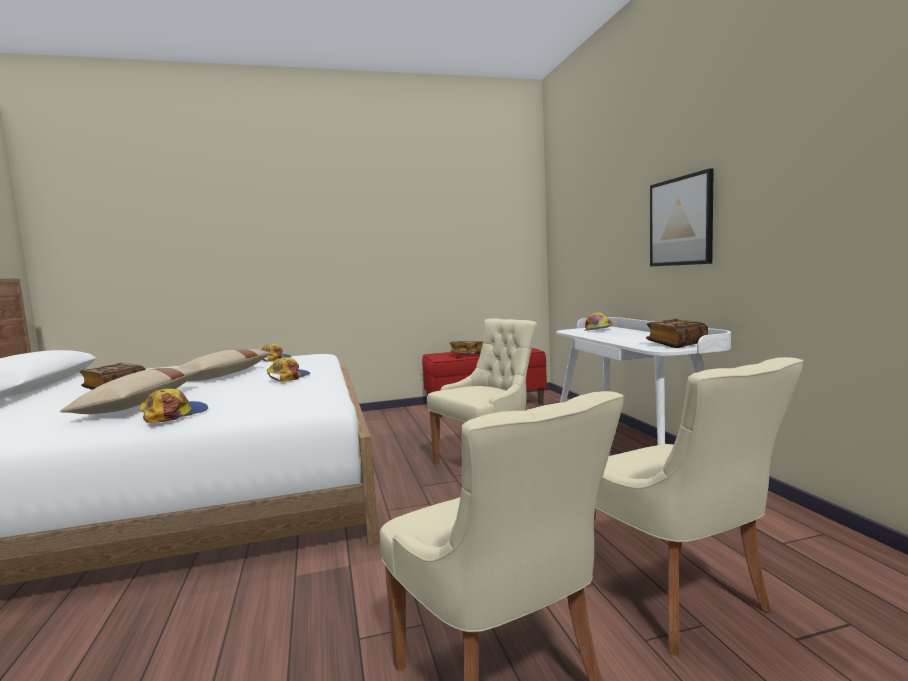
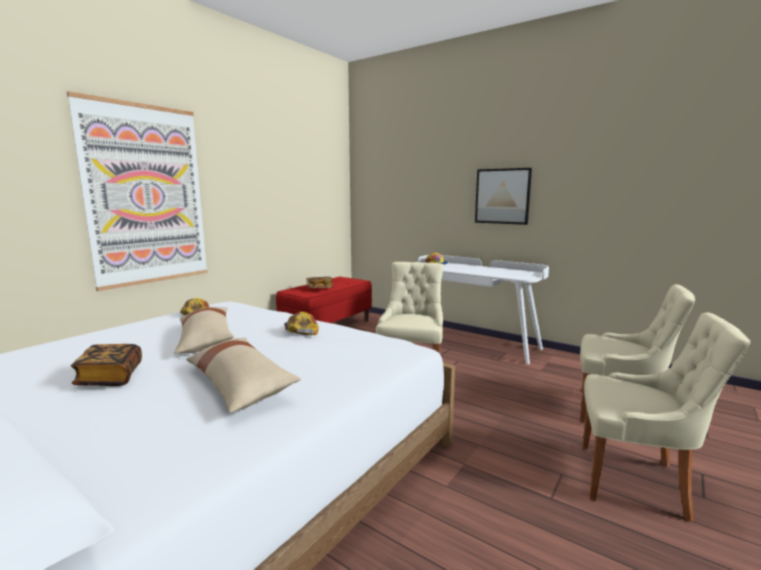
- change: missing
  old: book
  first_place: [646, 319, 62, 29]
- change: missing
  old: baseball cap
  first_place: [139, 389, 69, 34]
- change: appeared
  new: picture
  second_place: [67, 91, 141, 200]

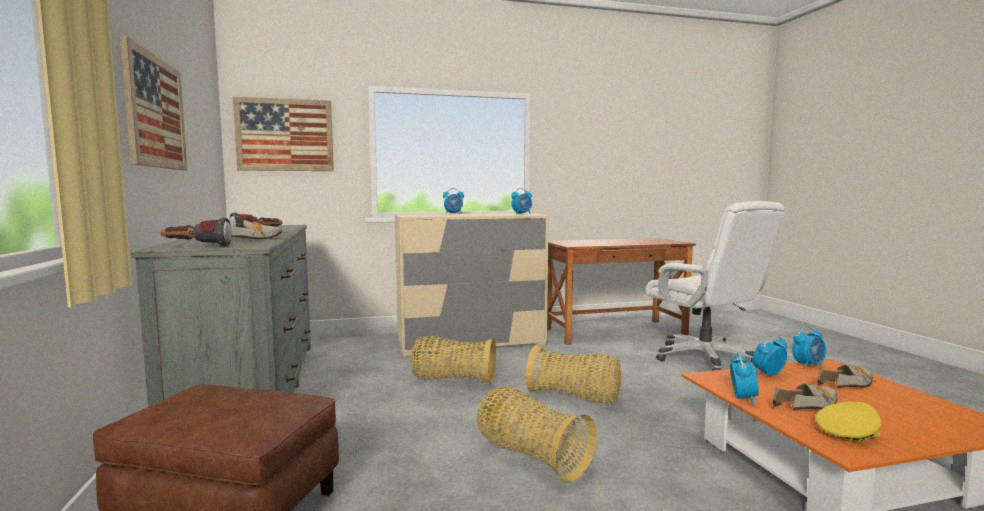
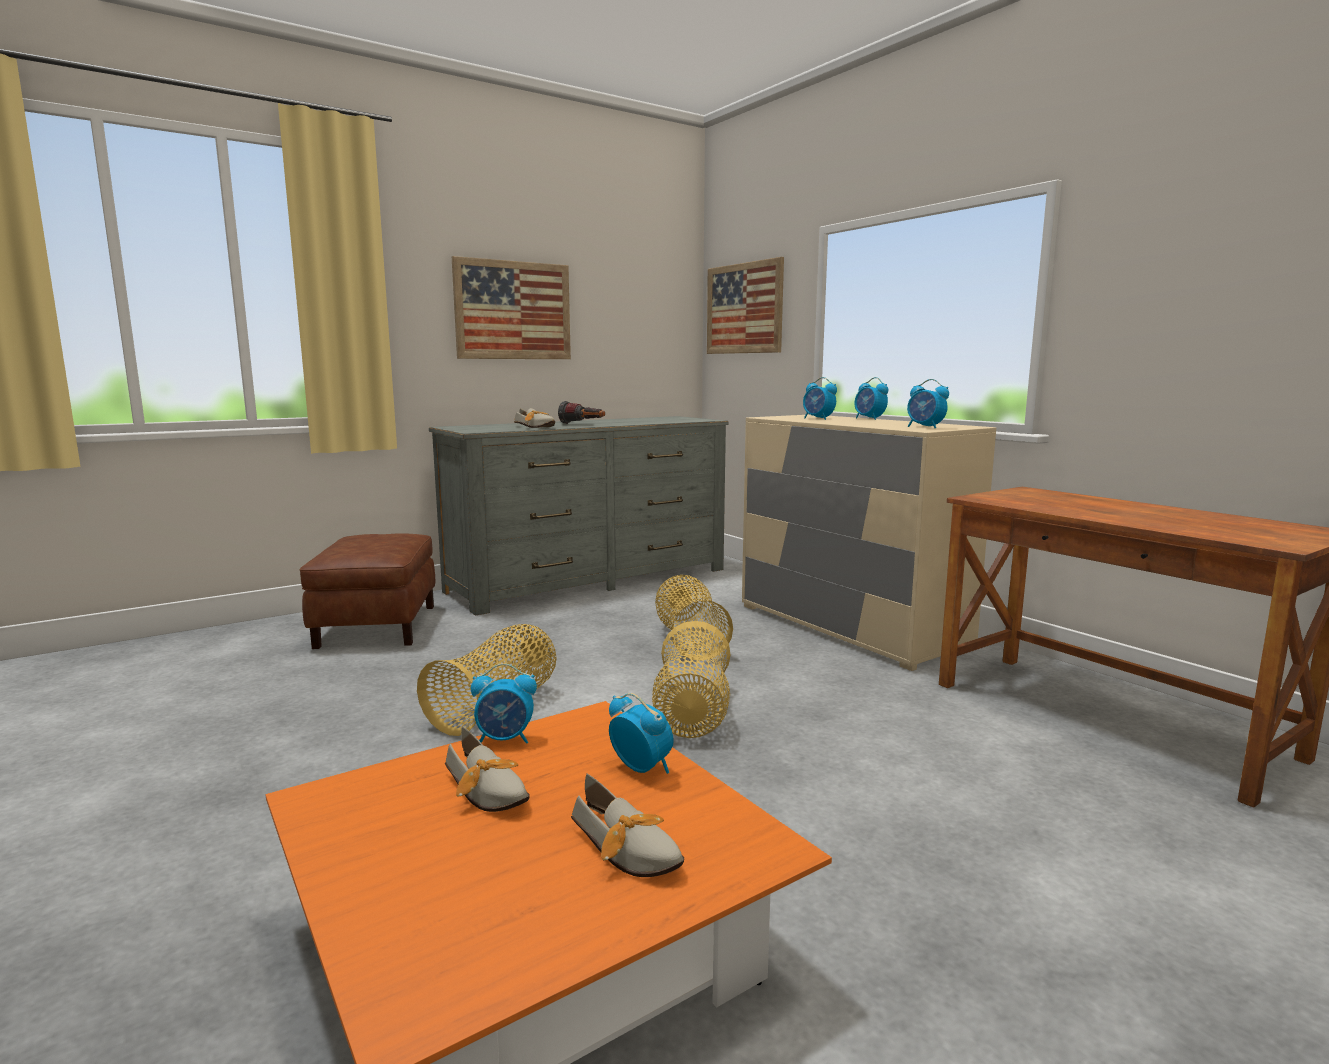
- change: missing
  old: whitish office chair
  first_place: [646, 201, 139, 170]
- change: missing
  old: torch
  first_place: [161, 218, 71, 28]
- change: relocated
  old: bedside clock
  first_place: [792, 326, 34, 43]
  second_place: [803, 377, 34, 43]
- change: missing
  old: yellowish baseball cap
  first_place: [816, 402, 66, 40]

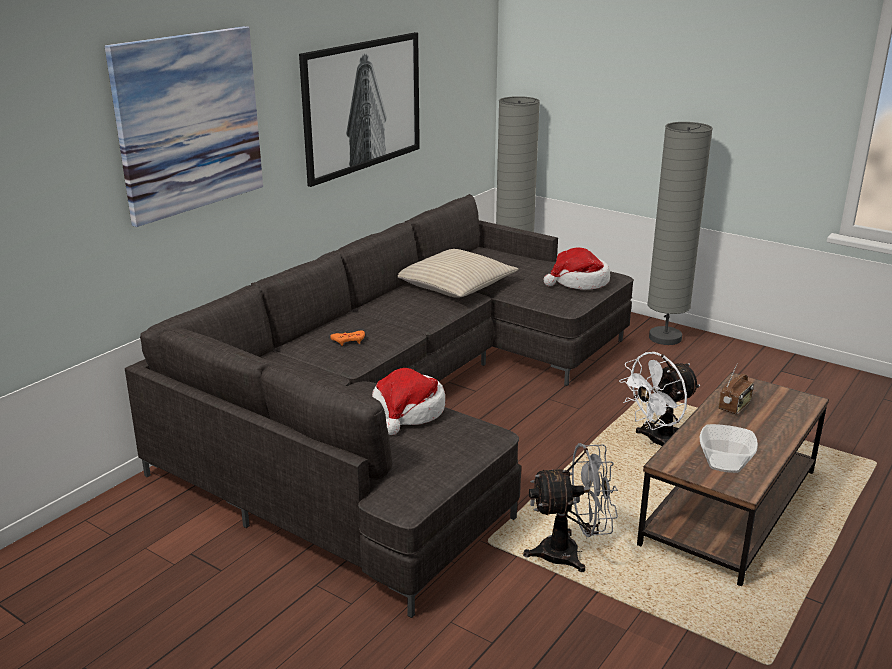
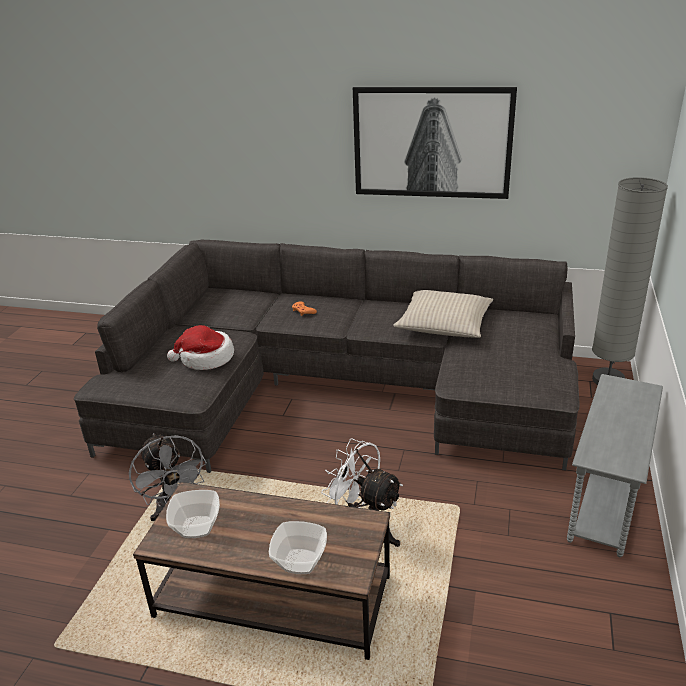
- change: missing
  old: picture
  first_place: [105, 26, 158, 201]
- change: exchanged
  old: gray standard lamp
  new: gray end table
  first_place: [647, 122, 66, 223]
  second_place: [567, 374, 96, 183]
- change: missing
  old: wearable hat
  first_place: [544, 247, 66, 43]
- change: missing
  old: radio receiver
  first_place: [719, 364, 35, 51]
- change: appeared
  new: serving bowl
  second_place: [269, 521, 58, 53]

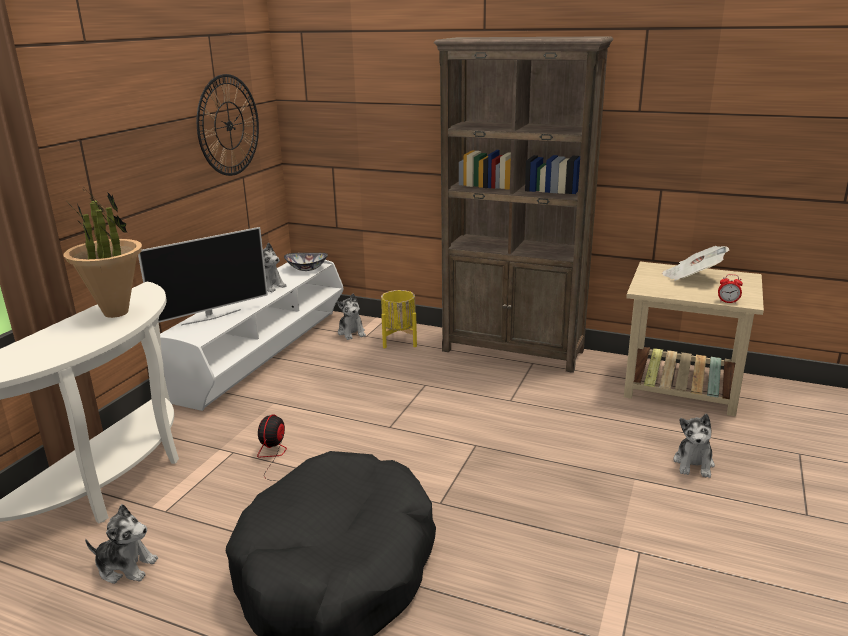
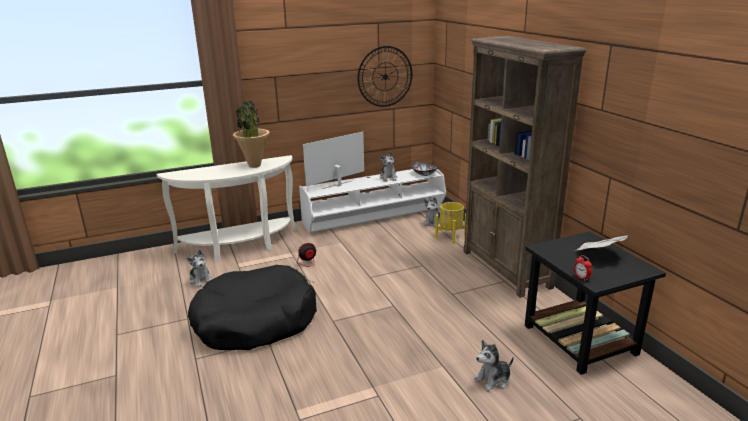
- change: spun
  old: television
  first_place: [138, 227, 130, 98]
  second_place: [303, 132, 61, 57]
  degrees: 135
- change: colour
  old: beige end table
  new: black-coloured end table
  first_place: [624, 262, 140, 155]
  second_place: [525, 231, 141, 144]

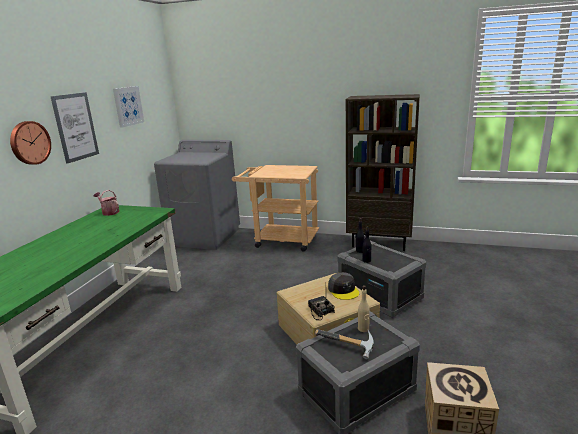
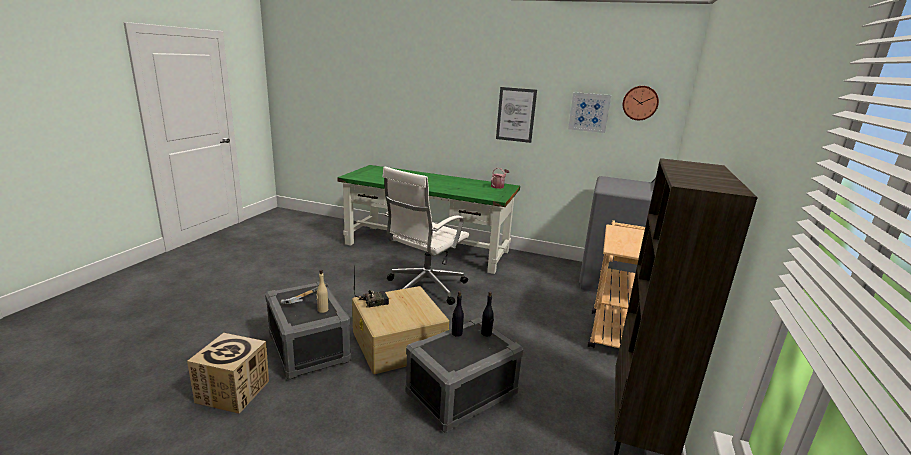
- change: relocated
  old: hanging clock
  first_place: [10, 121, 41, 44]
  second_place: [623, 86, 36, 34]
- change: missing
  old: gray baseball cap
  first_place: [328, 272, 31, 28]
- change: appeared
  new: whitish office chair
  second_place: [383, 167, 86, 138]

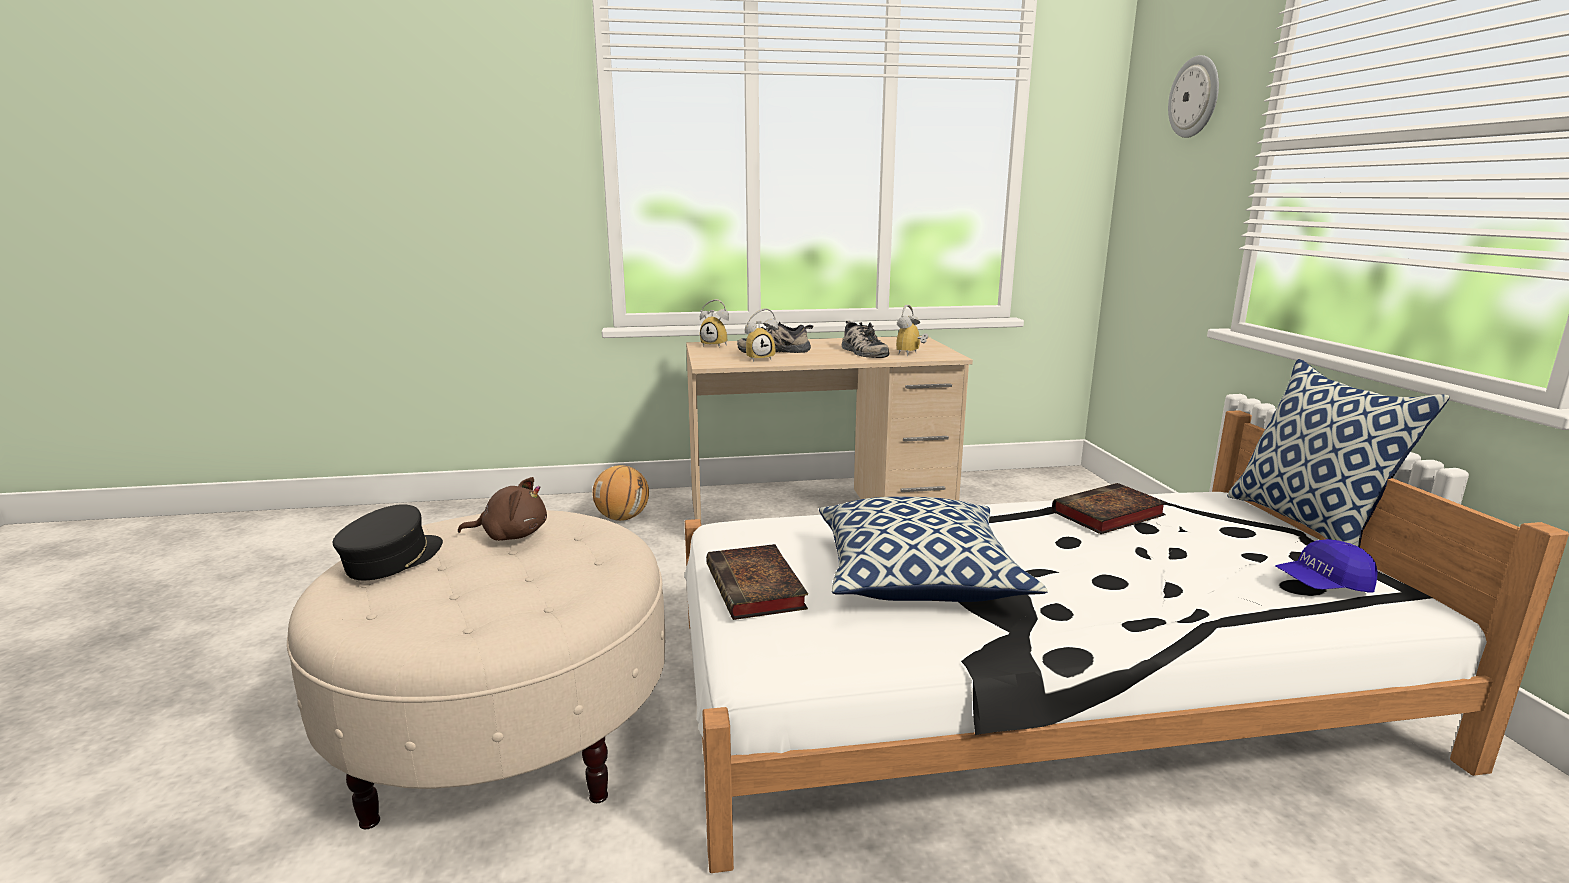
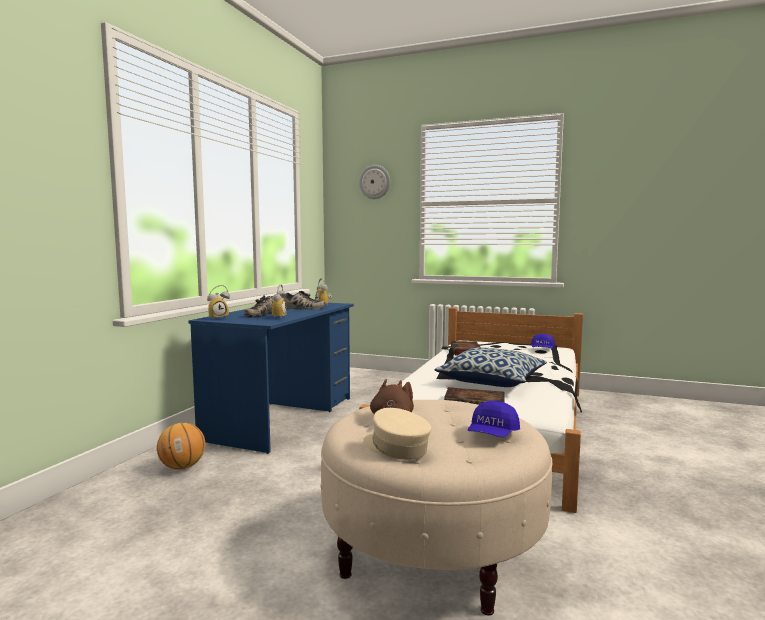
- change: colour
  old: beige desk unit
  new: blue-coloured desk unit
  first_place: [686, 336, 287, 184]
  second_place: [189, 303, 165, 151]
- change: missing
  old: throw pillow
  first_place: [1227, 359, 223, 189]
- change: colour
  old: black-coloured baseball cap
  new: beige baseball cap
  first_place: [333, 504, 110, 76]
  second_place: [363, 408, 69, 52]
- change: appeared
  new: blue-coloured baseball cap
  second_place: [468, 400, 52, 37]

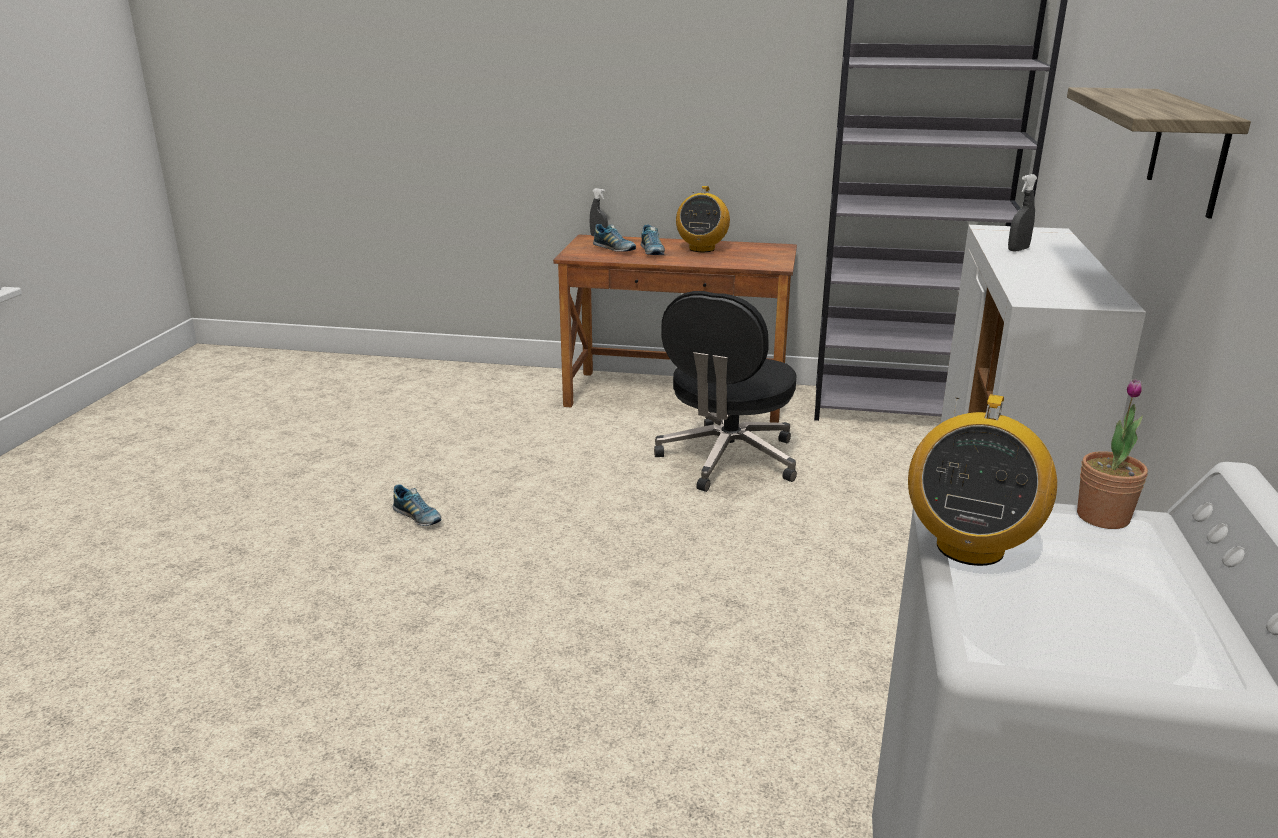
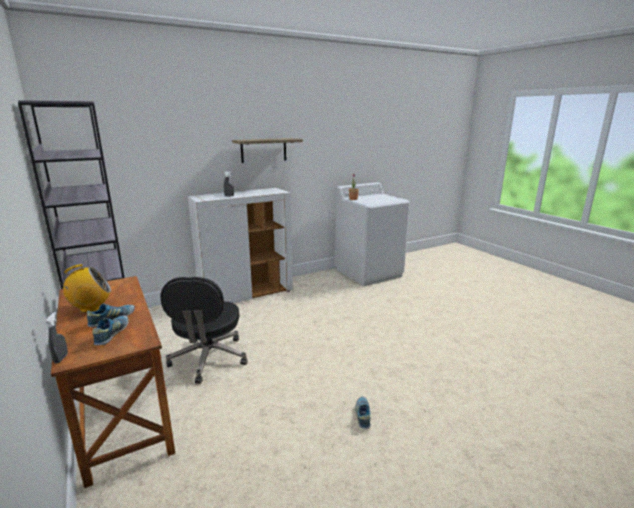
- change: spun
  old: black-coloured office chair
  first_place: [654, 291, 143, 201]
  second_place: [160, 277, 88, 107]
  degrees: 105
- change: missing
  old: radio receiver
  first_place: [908, 394, 149, 172]

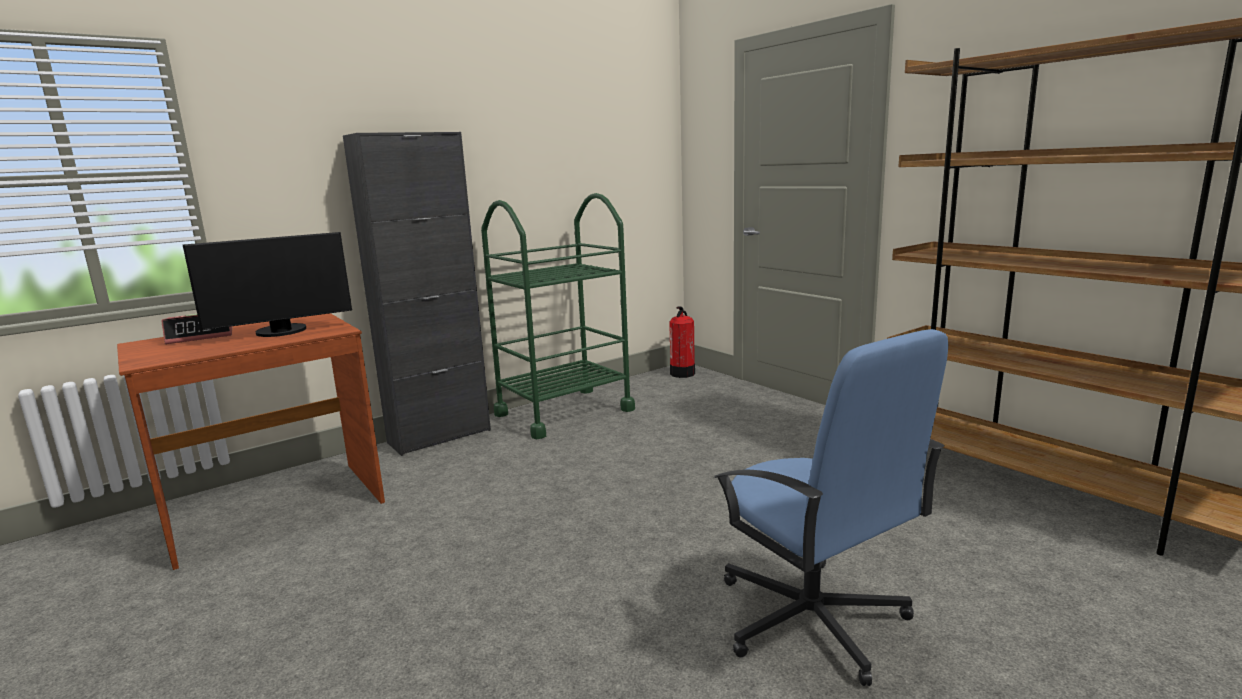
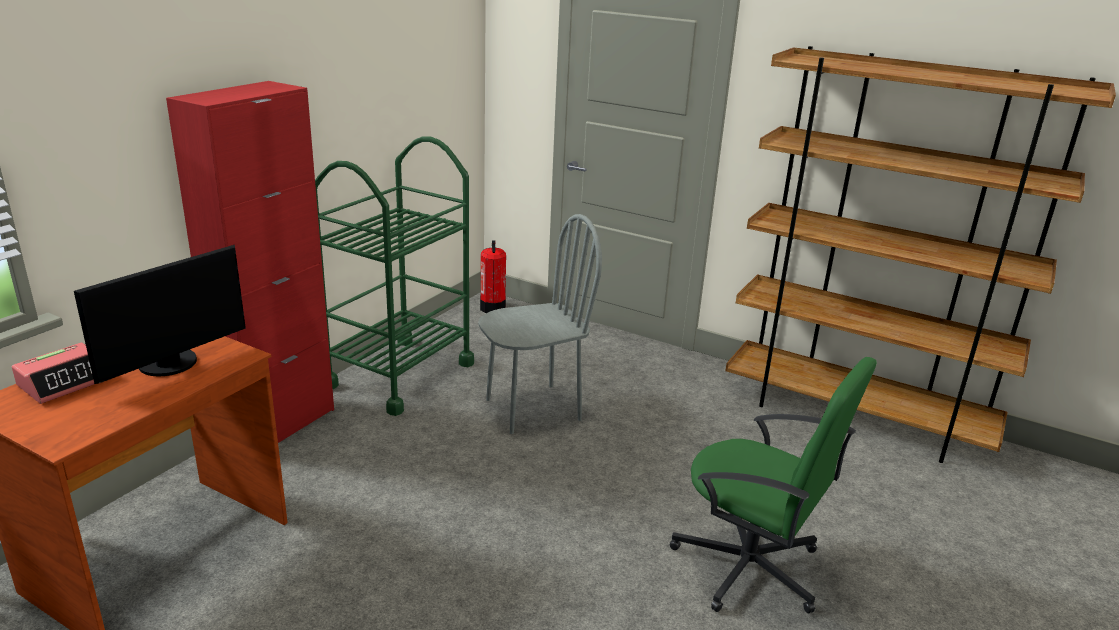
- change: colour
  old: black-coloured storage cabinet
  new: red storage cabinet
  first_place: [343, 132, 148, 324]
  second_place: [166, 81, 168, 362]
- change: colour
  old: blue-coloured office chair
  new: green-coloured office chair
  first_place: [714, 329, 234, 357]
  second_place: [670, 357, 207, 256]
- change: appeared
  new: gray chair
  second_place: [478, 214, 124, 220]

